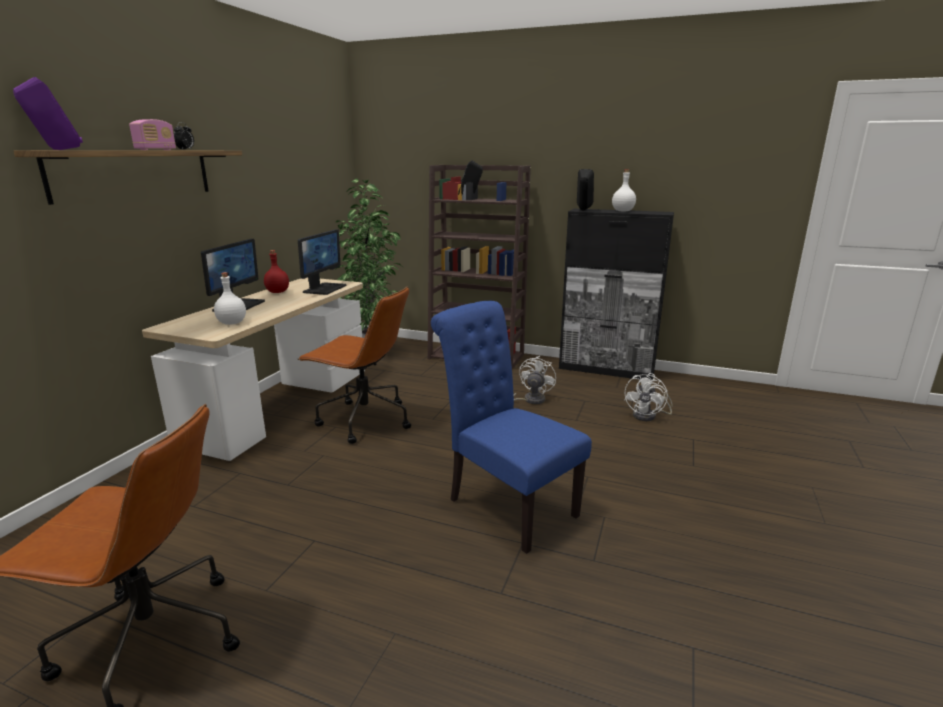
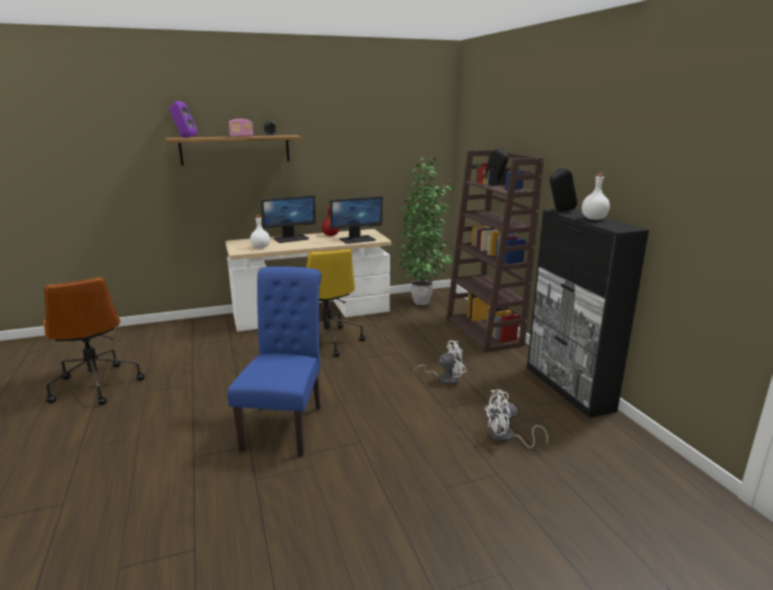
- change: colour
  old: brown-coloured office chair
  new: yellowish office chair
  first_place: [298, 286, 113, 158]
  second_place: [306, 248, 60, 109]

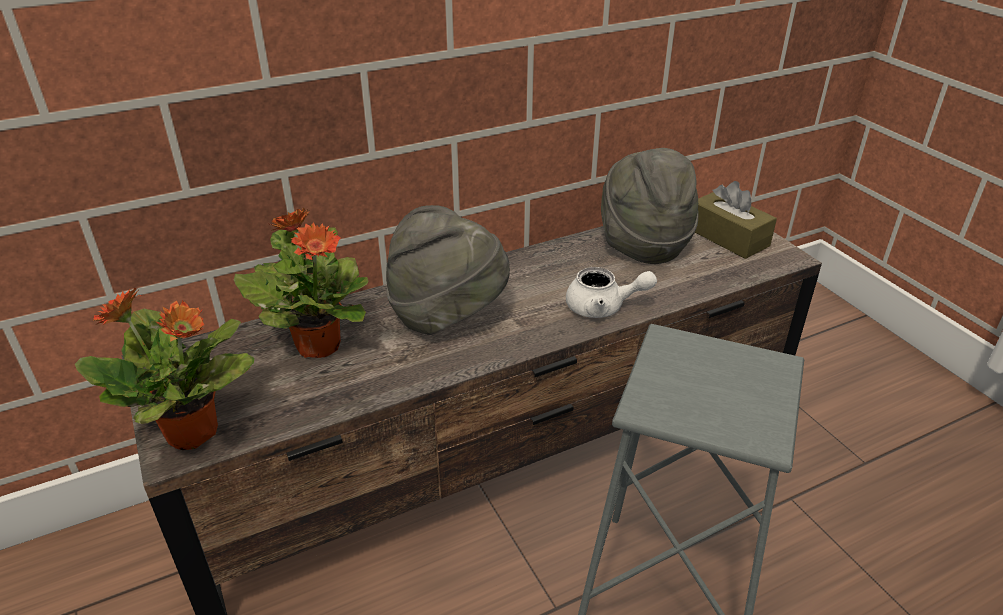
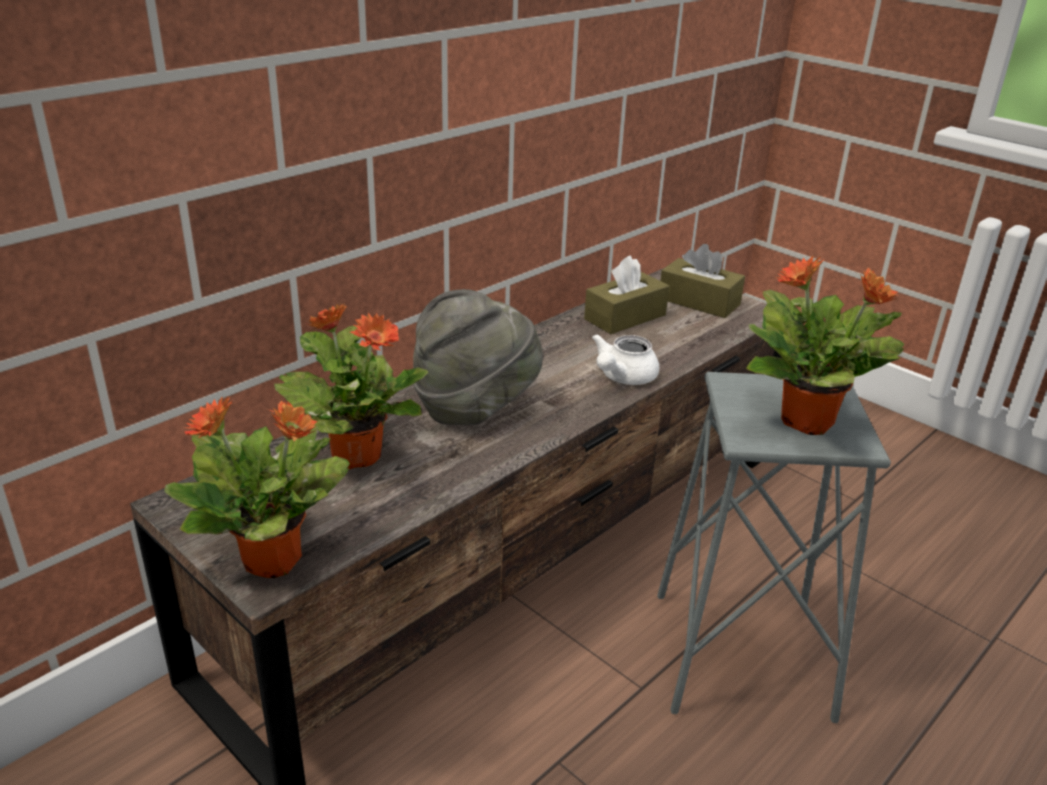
- change: exchanged
  old: gray wearable hat
  new: brown-coloured tissue box
  first_place: [601, 148, 98, 116]
  second_place: [584, 255, 85, 79]
- change: spun
  old: whitish tea pot
  first_place: [566, 267, 91, 51]
  second_place: [592, 334, 67, 51]
  degrees: 135
- change: appeared
  new: houseplant
  second_place: [746, 255, 158, 180]

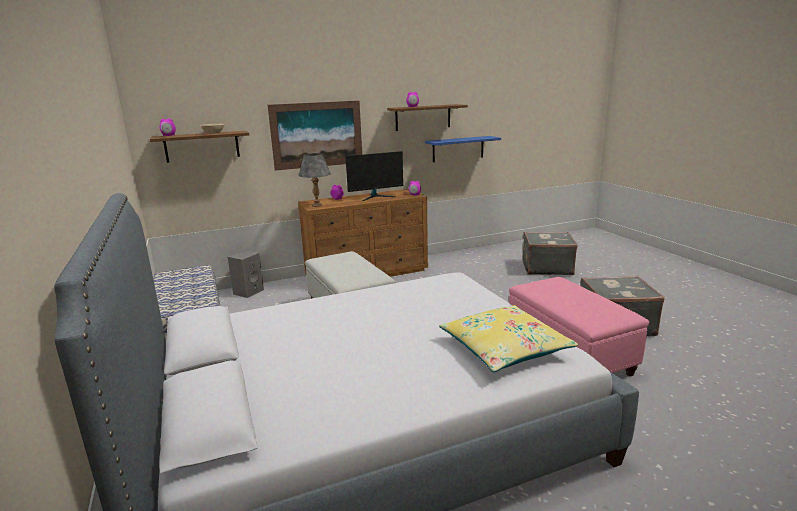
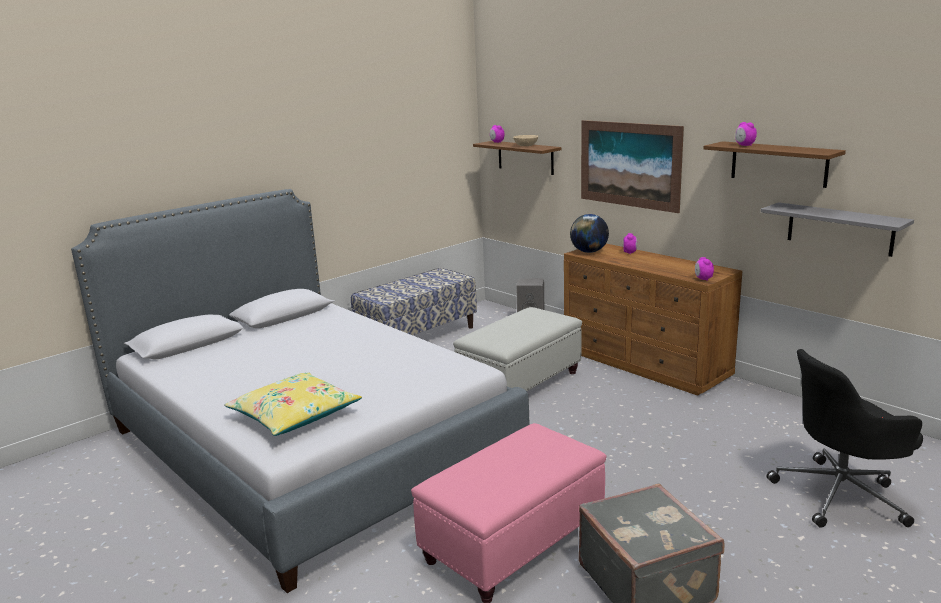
- change: colour
  old: blue-coloured shelf
  new: gray shelf
  first_place: [425, 136, 76, 26]
  second_place: [760, 202, 154, 55]
- change: missing
  old: monitor
  first_place: [345, 151, 58, 50]
- change: exchanged
  old: gray tabletop lamp
  new: globe
  first_place: [299, 153, 32, 54]
  second_place: [570, 214, 39, 39]
- change: exchanged
  old: gray suitcase
  new: black-coloured office chair
  first_place: [523, 232, 55, 43]
  second_place: [767, 349, 156, 179]

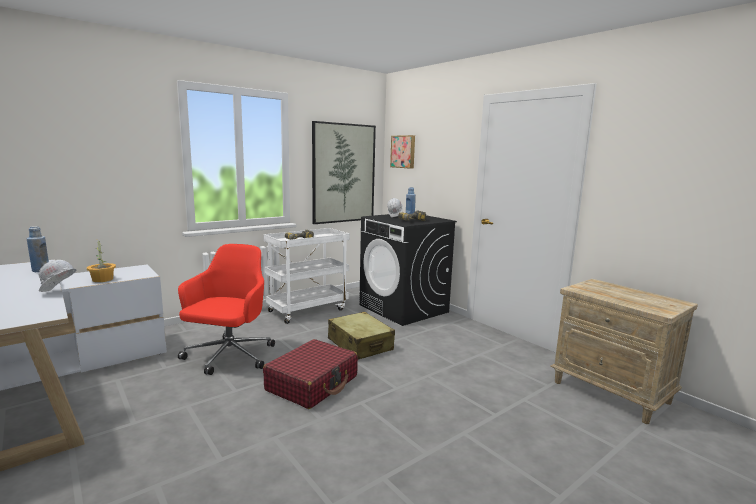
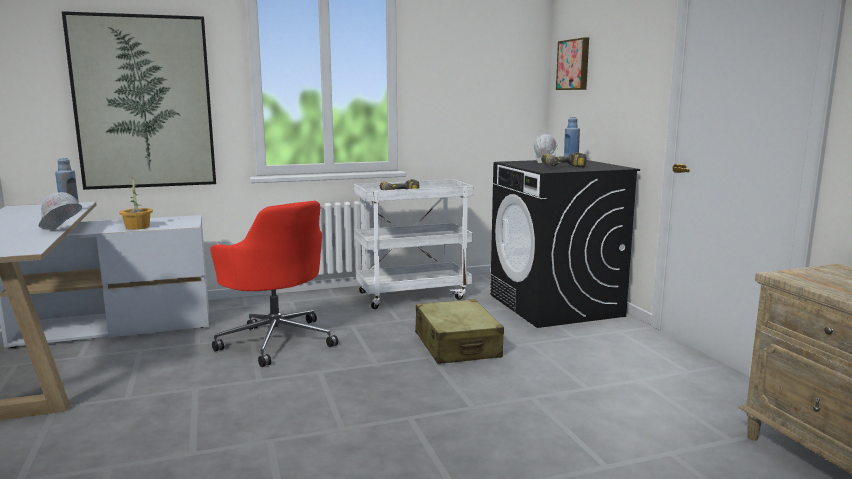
- change: relocated
  old: picture
  first_place: [312, 121, 64, 103]
  second_place: [62, 11, 154, 179]
- change: spun
  old: red office chair
  first_place: [178, 244, 97, 131]
  second_place: [210, 201, 128, 166]
  degrees: 105
- change: missing
  old: red suitcase
  first_place: [263, 339, 95, 70]

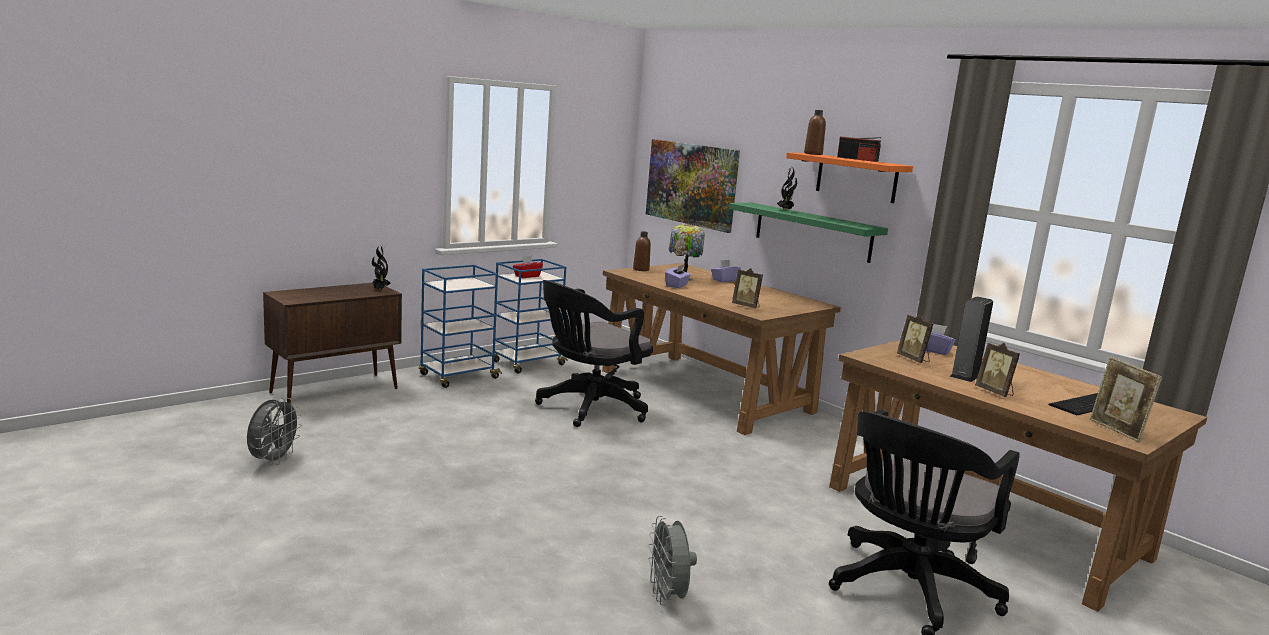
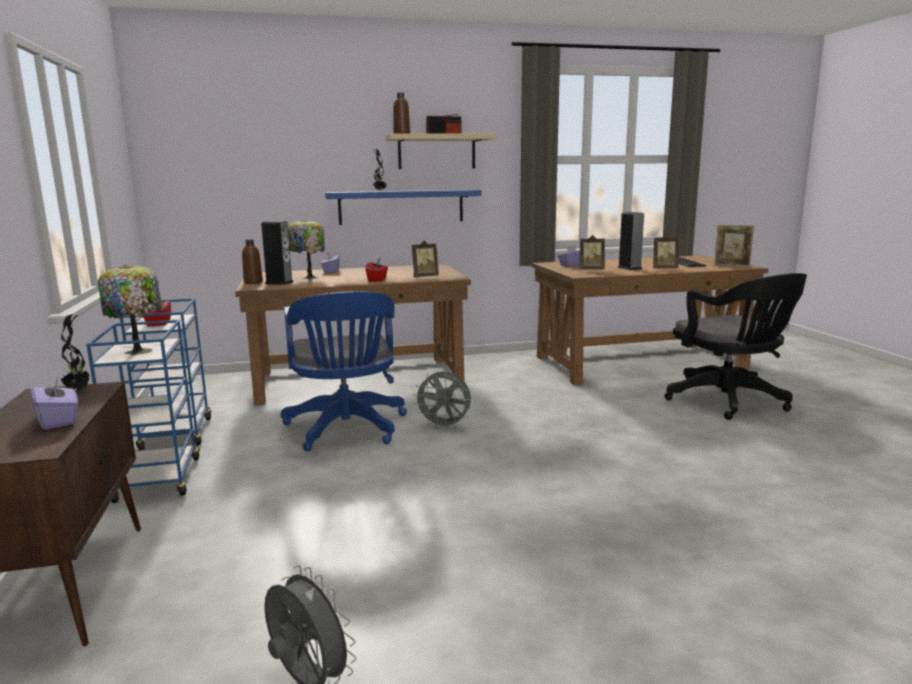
- change: missing
  old: picture
  first_place: [646, 139, 94, 94]
- change: colour
  old: orange-coloured shelf
  new: beige shelf
  first_place: [786, 153, 127, 50]
  second_place: [386, 134, 110, 35]
- change: colour
  old: green-coloured shelf
  new: blue-coloured shelf
  first_place: [729, 202, 159, 61]
  second_place: [325, 190, 156, 35]
- change: relocated
  old: purplish tissue box
  first_place: [665, 265, 26, 23]
  second_place: [31, 376, 47, 54]
- change: colour
  old: black-coloured office chair
  new: blue-coloured office chair
  first_place: [535, 280, 118, 147]
  second_place: [281, 291, 126, 160]
- change: relocated
  old: gray cooling fan
  first_place: [648, 516, 49, 89]
  second_place: [413, 371, 58, 59]
- change: appeared
  new: speaker
  second_place: [261, 221, 33, 64]
- change: appeared
  new: red tissue box
  second_place: [366, 258, 22, 24]
- change: appeared
  new: tabletop lamp
  second_place: [98, 264, 64, 91]

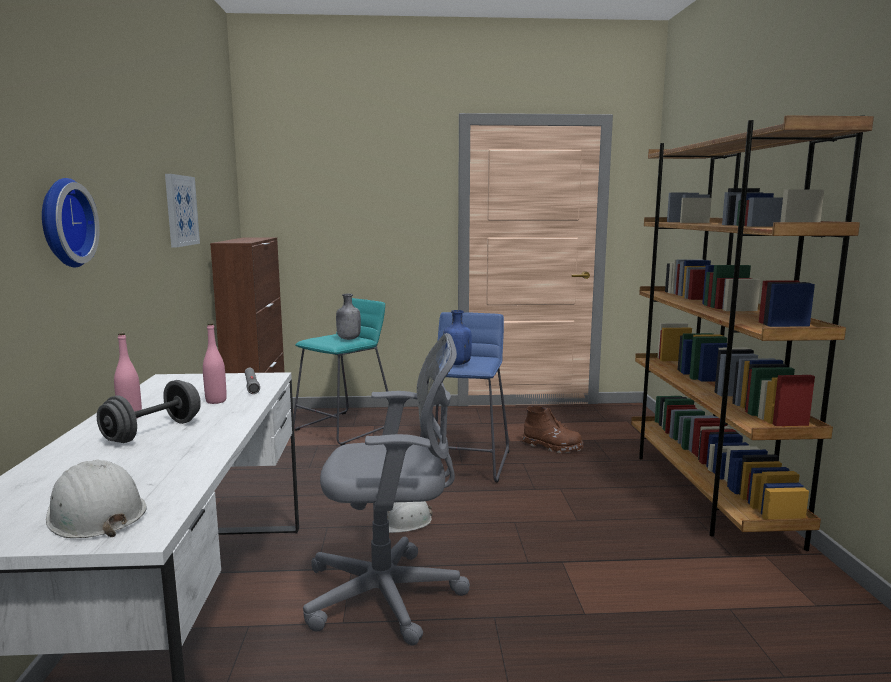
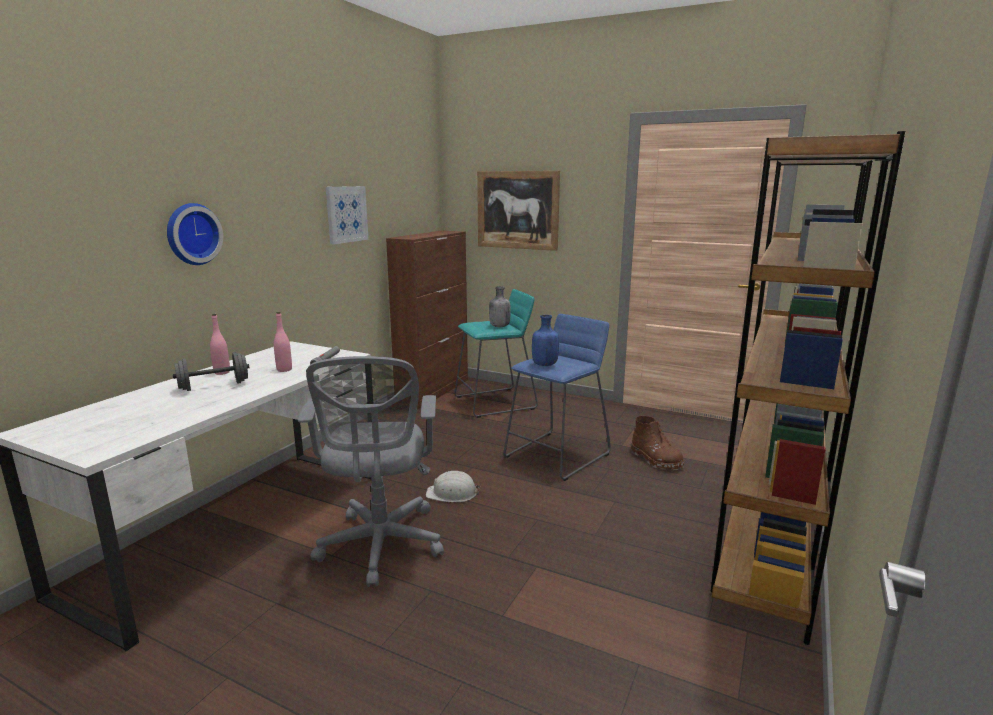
- change: spun
  old: gray office chair
  first_place: [303, 333, 167, 313]
  second_place: [298, 356, 146, 231]
  degrees: 60
- change: missing
  old: whitish safety helmet
  first_place: [46, 460, 101, 78]
- change: appeared
  new: picture
  second_place: [477, 171, 83, 80]

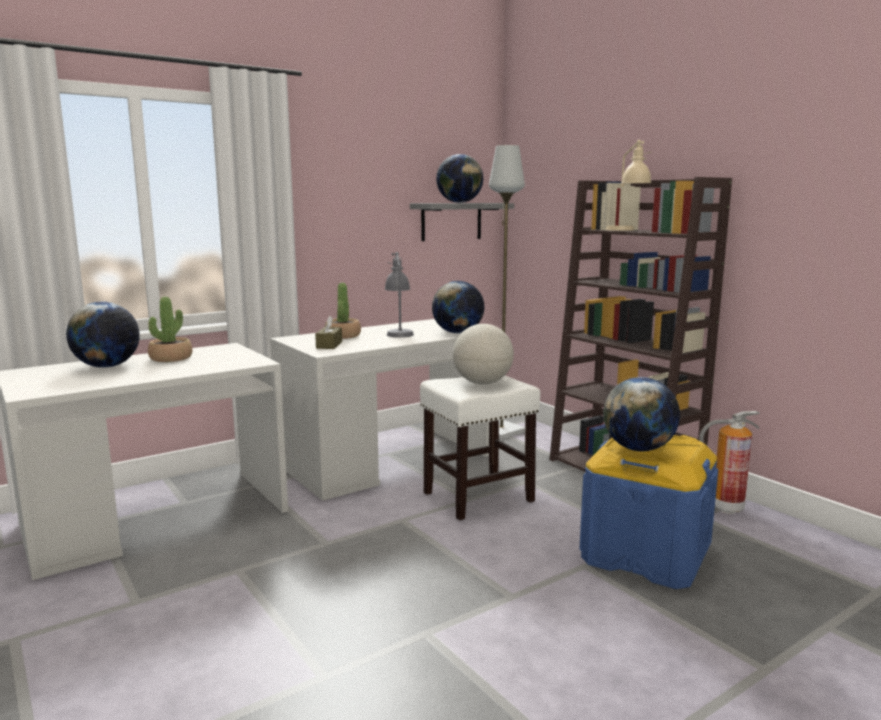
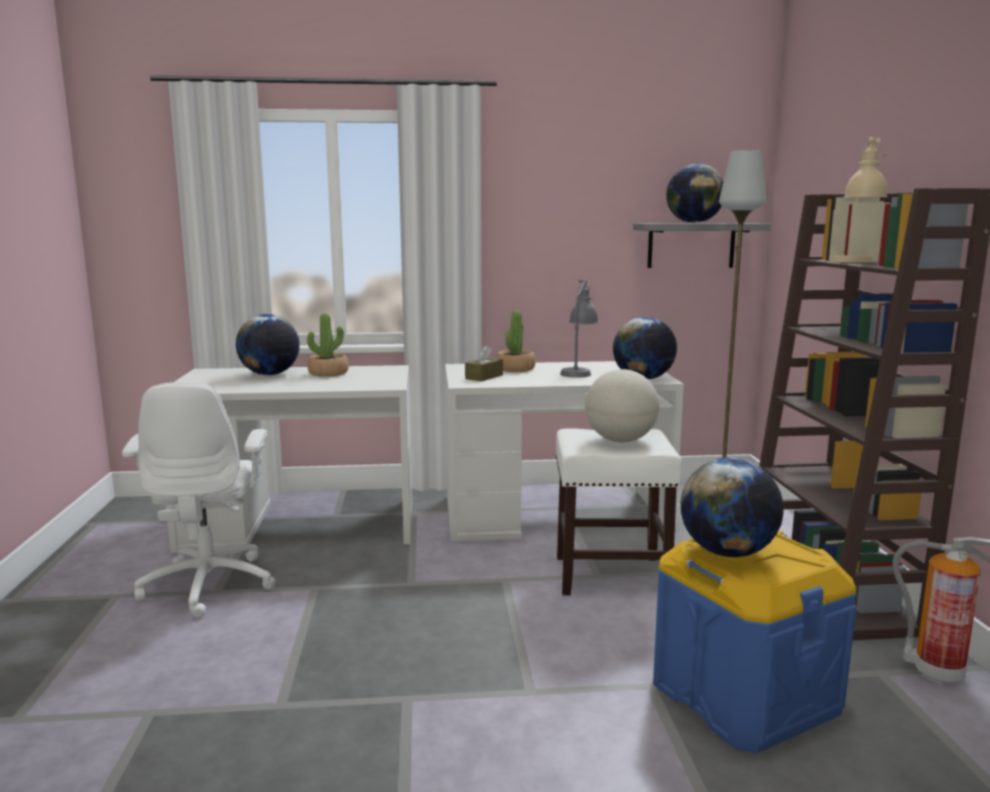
- change: appeared
  new: whitish office chair
  second_place: [122, 382, 153, 236]

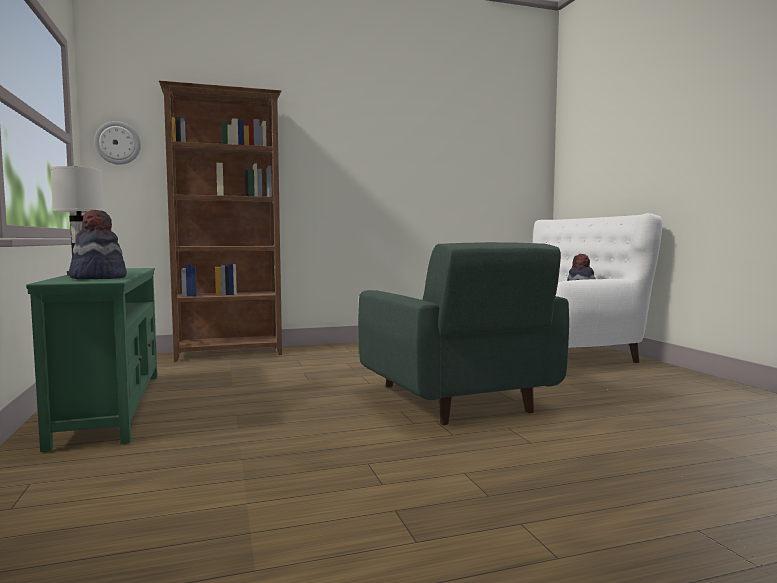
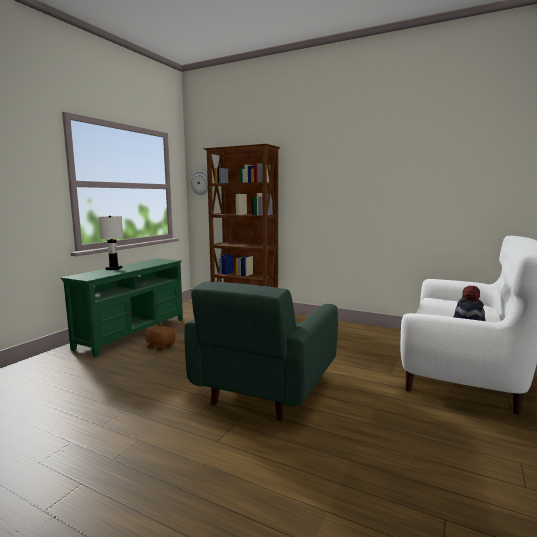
- change: missing
  old: wearable hat
  first_place: [69, 210, 58, 69]
- change: appeared
  new: brown-coloured soft toy
  second_place: [145, 325, 31, 26]

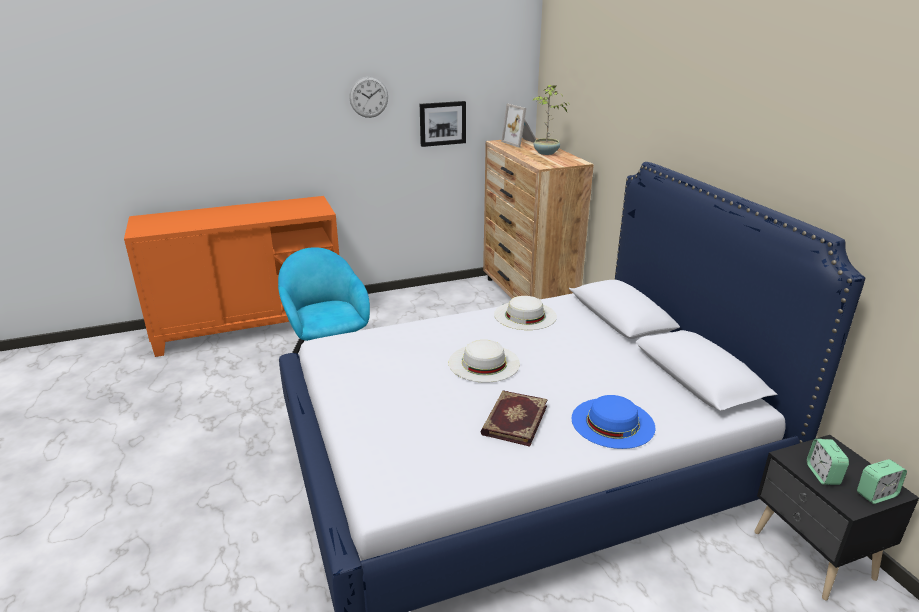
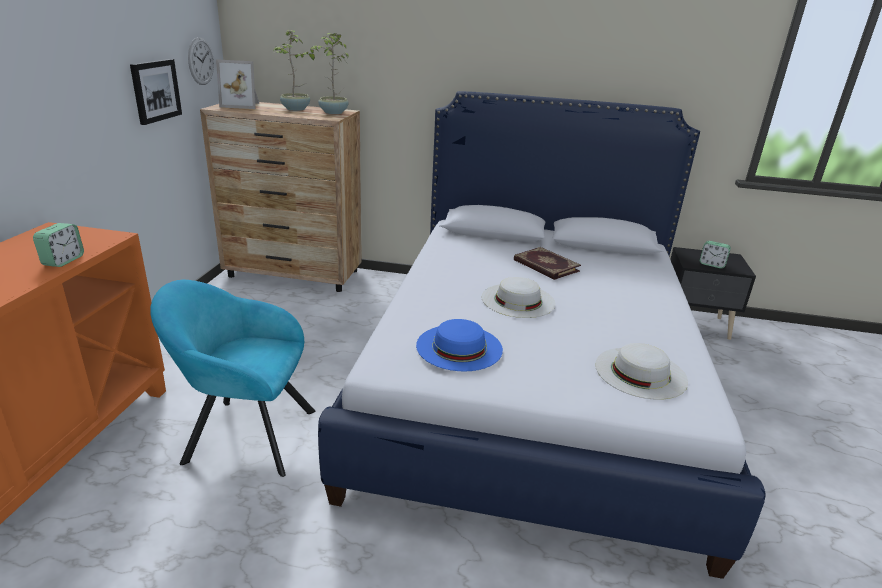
- change: relocated
  old: hanging clock
  first_place: [349, 77, 39, 41]
  second_place: [188, 37, 26, 48]
- change: relocated
  old: whitish wearable hat
  first_place: [494, 296, 63, 34]
  second_place: [595, 343, 93, 57]
- change: relocated
  old: book
  first_place: [481, 390, 67, 57]
  second_place: [514, 247, 67, 33]
- change: relocated
  old: blue-coloured wearable hat
  first_place: [571, 395, 84, 54]
  second_place: [416, 319, 87, 52]
- change: relocated
  old: bedside clock
  first_place: [857, 459, 50, 45]
  second_place: [33, 223, 51, 44]
- change: appeared
  new: houseplant
  second_place: [310, 33, 39, 81]

